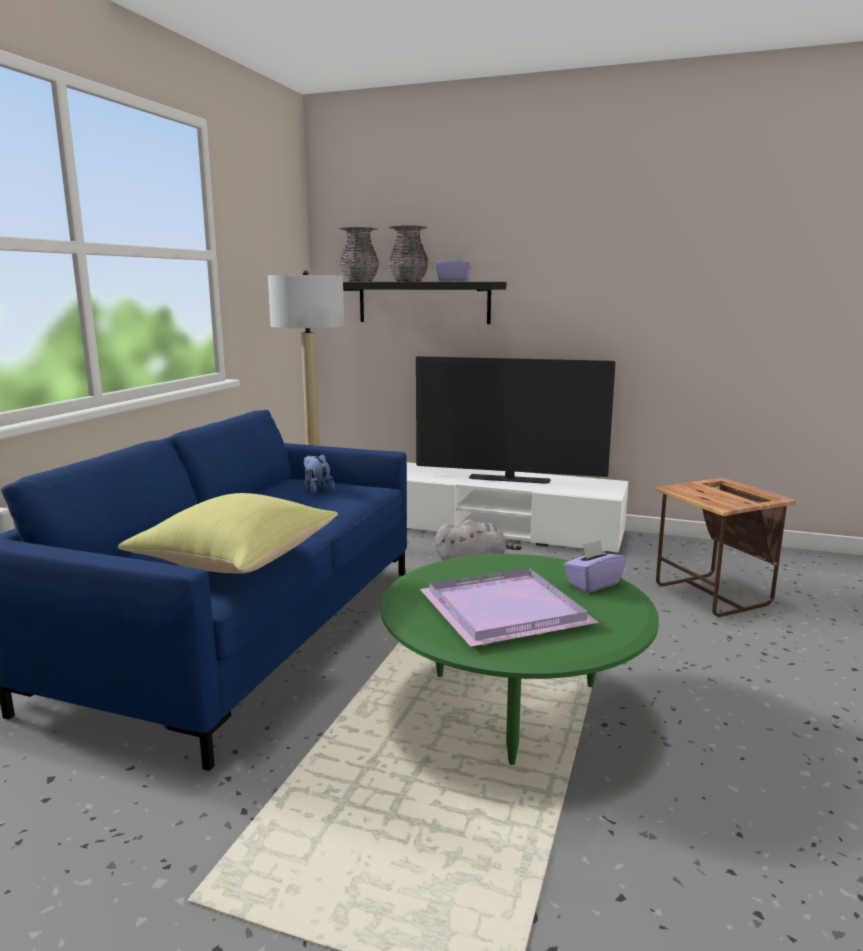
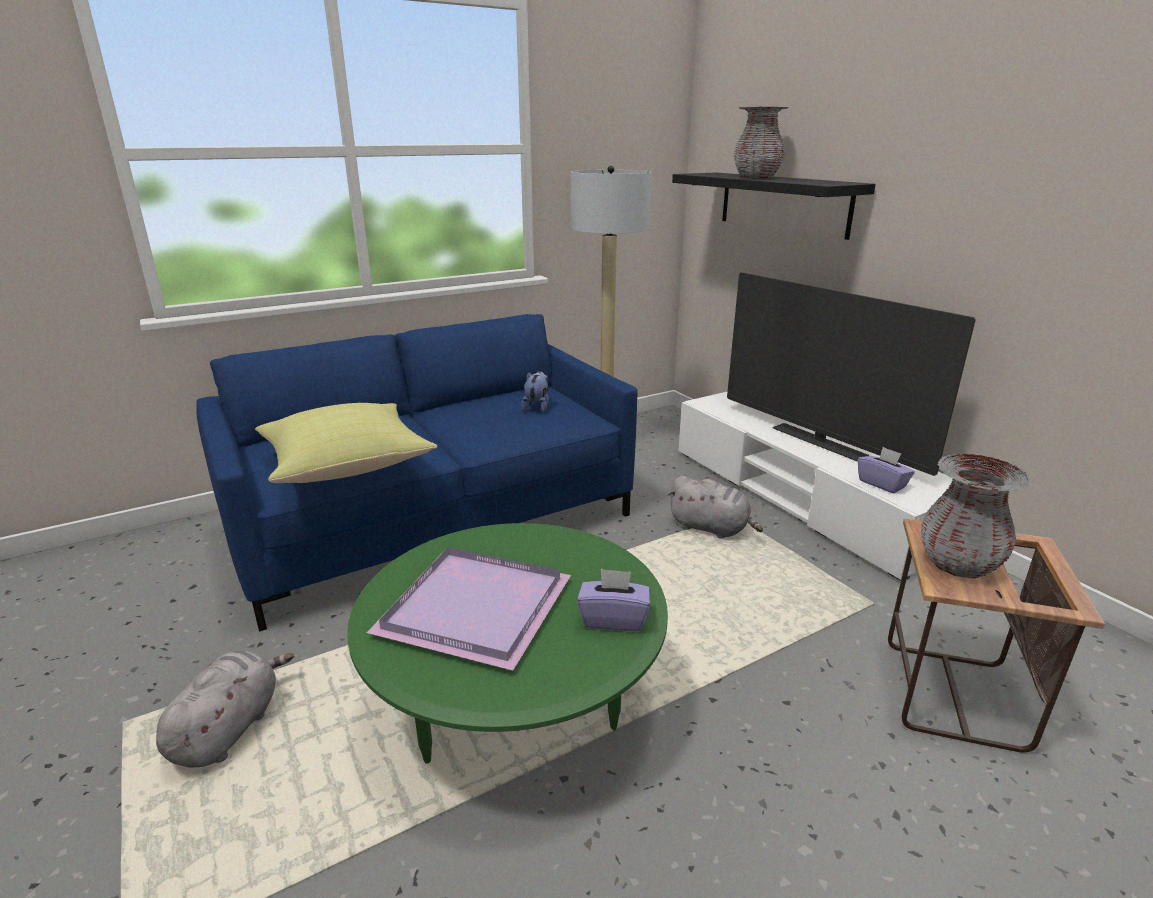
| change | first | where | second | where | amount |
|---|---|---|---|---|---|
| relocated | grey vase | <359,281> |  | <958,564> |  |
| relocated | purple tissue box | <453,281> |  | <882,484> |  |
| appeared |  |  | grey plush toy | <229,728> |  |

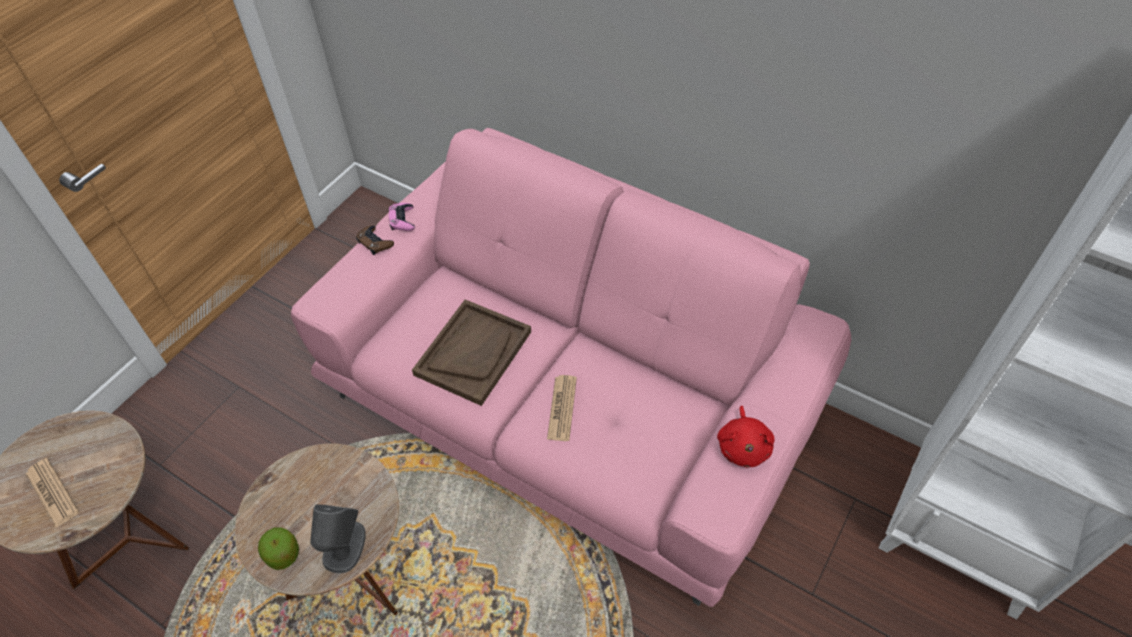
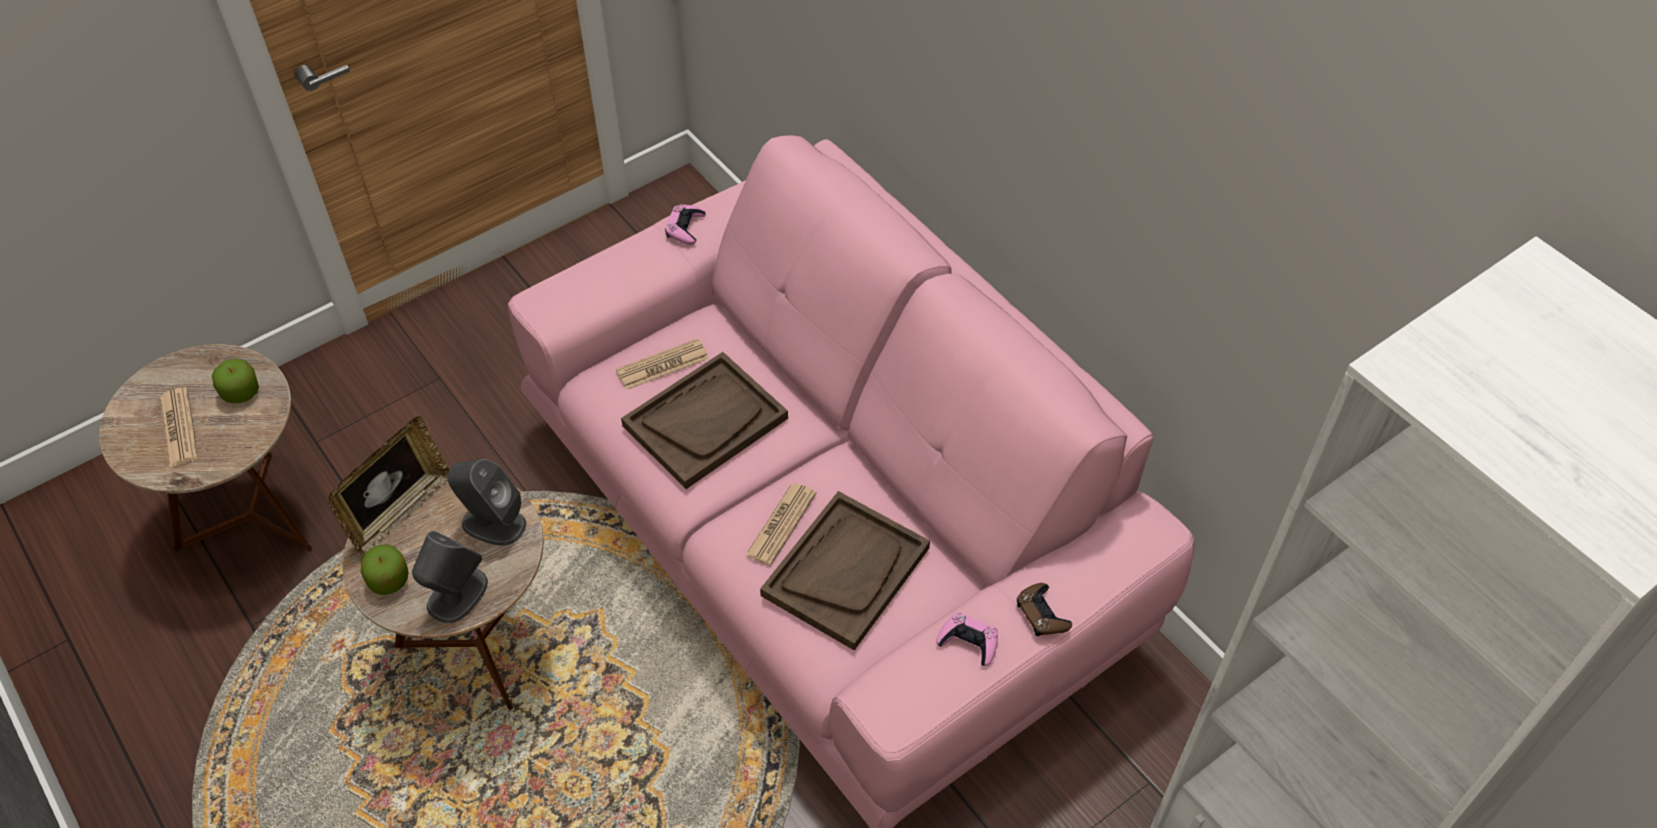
| change | first | where | second | where | amount |
|---|---|---|---|---|---|
| relocated | brown game controller | <375,243> |  | <1042,614> |  |
| exchanged | red plush toy | <743,447> | pink game controller | <968,642> |  |
| appeared |  |  | newspaper | <662,365> |  |
| appeared |  |  | apple | <241,392> |  |
| appeared |  |  | picture frame | <400,512> |  |
| appeared |  |  | grey speaker | <493,523> |  |
| appeared |  |  | brown tray | <845,571> |  |

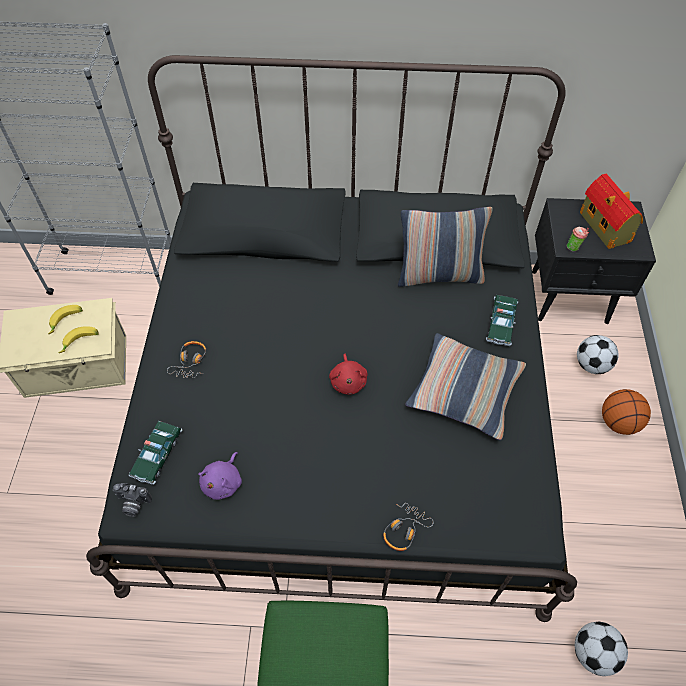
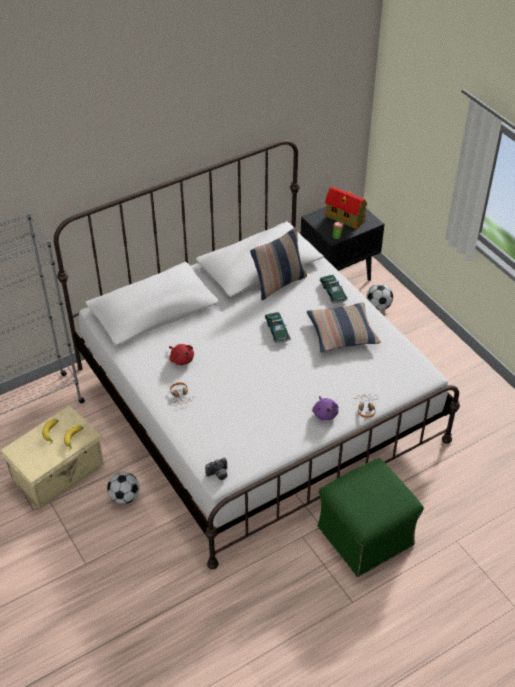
| change | first | where | second | where | amount |
|---|---|---|---|---|---|
| colour | black bed | <342,408> | white bed | <257,403> |  |
| relocated | red plush toy | <348,381> |  | <181,359> |  |
| missing | basketball | <618,422> |  |  |  |
| relocated | toy car | <157,455> |  | <277,330> |  |
| relocated | purple plush toy | <223,482> |  | <325,413> |  |
| relocated | football | <593,653> |  | <124,497> |  |

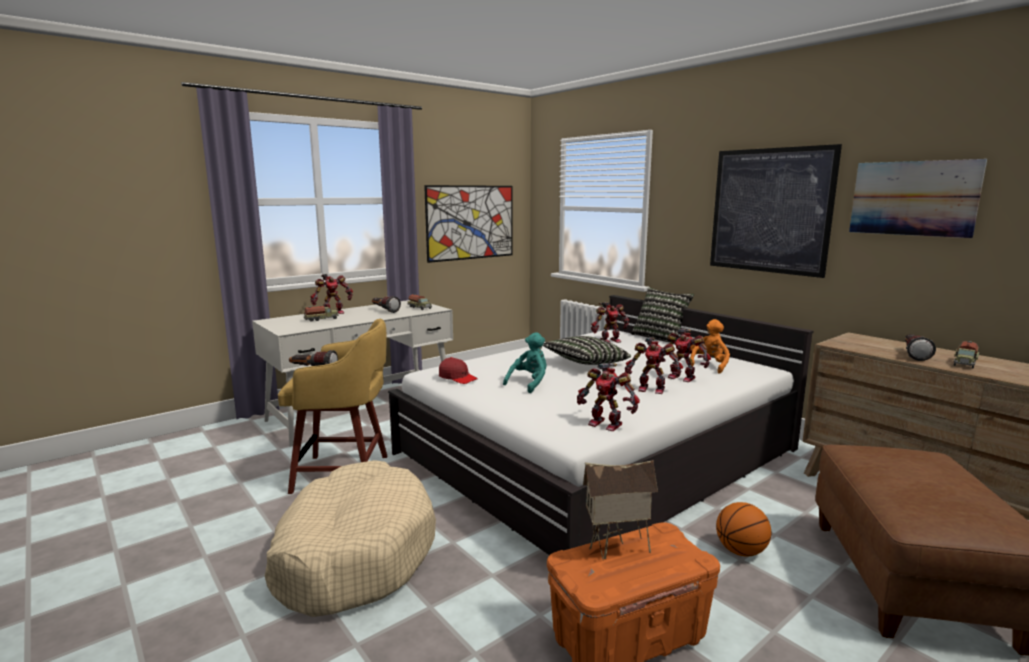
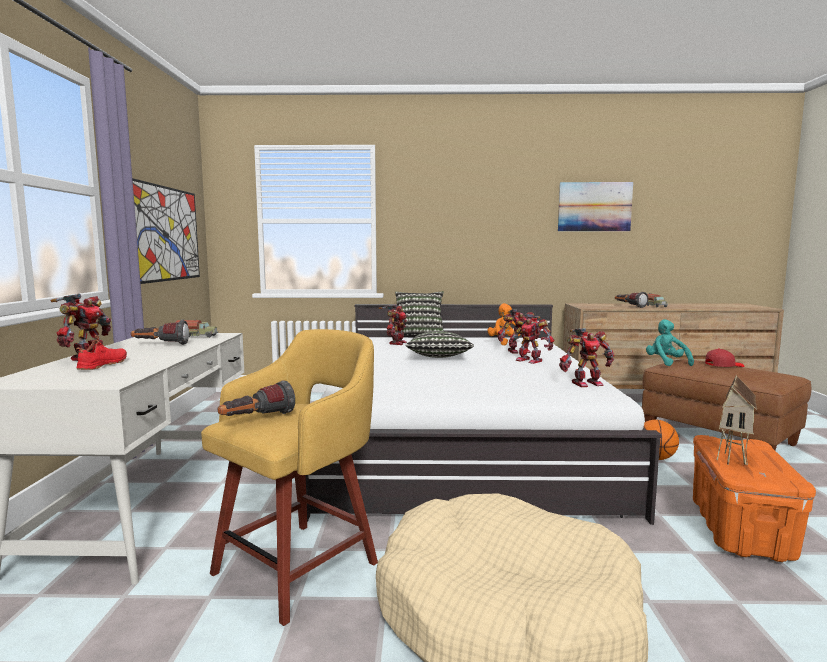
| change | first | where | second | where | amount |
|---|---|---|---|---|---|
| missing | picture | <770,211> |  |  |  |
| exchanged | toy truck | <321,319> | red shoe | <104,365> |  |
| relocated | turquoise plush toy | <529,383> |  | <666,363> |  |
| spun | toy robot | <651,389> |  | <530,360> | 75 degrees clockwise |
| relocated | red cap | <457,377> |  | <723,365> |  |

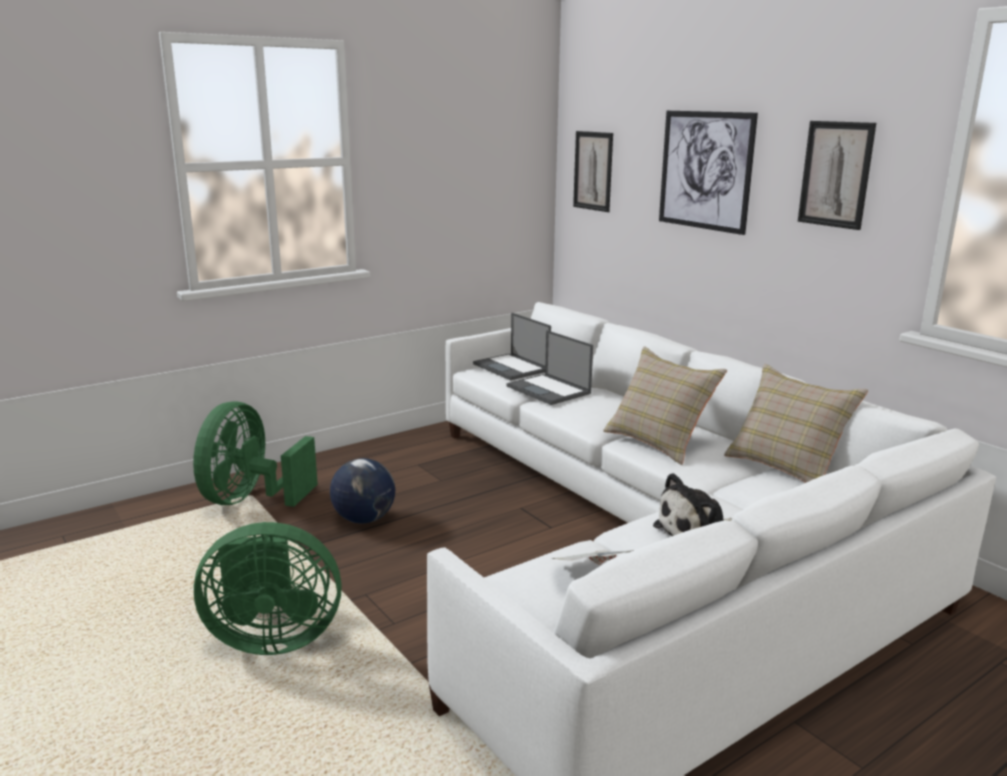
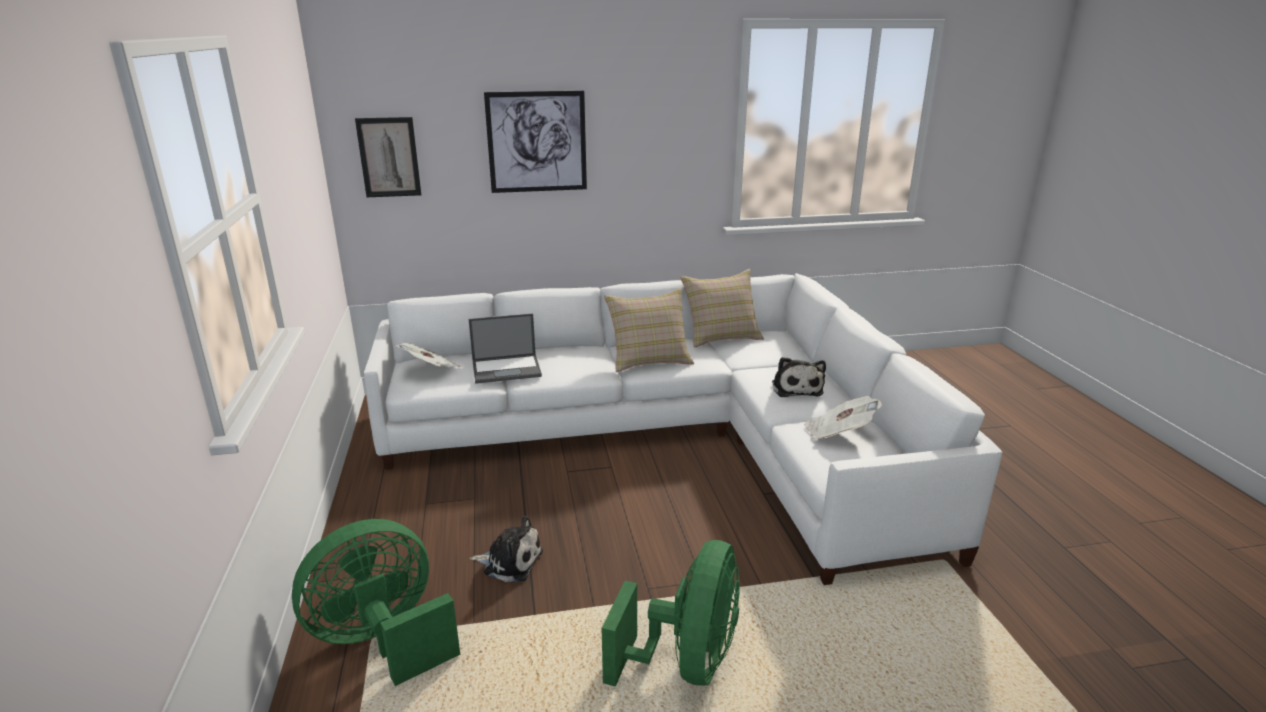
| change | first | where | second | where | amount |
|---|---|---|---|---|---|
| missing | picture | <835,174> |  |  |  |
| exchanged | laptop | <512,367> | newspaper | <431,370> |  |
| spun | green fan | <250,499> |  | <383,640> | 105 degrees clockwise |
| exchanged | globe | <364,519> | plush toy | <510,561> |  |

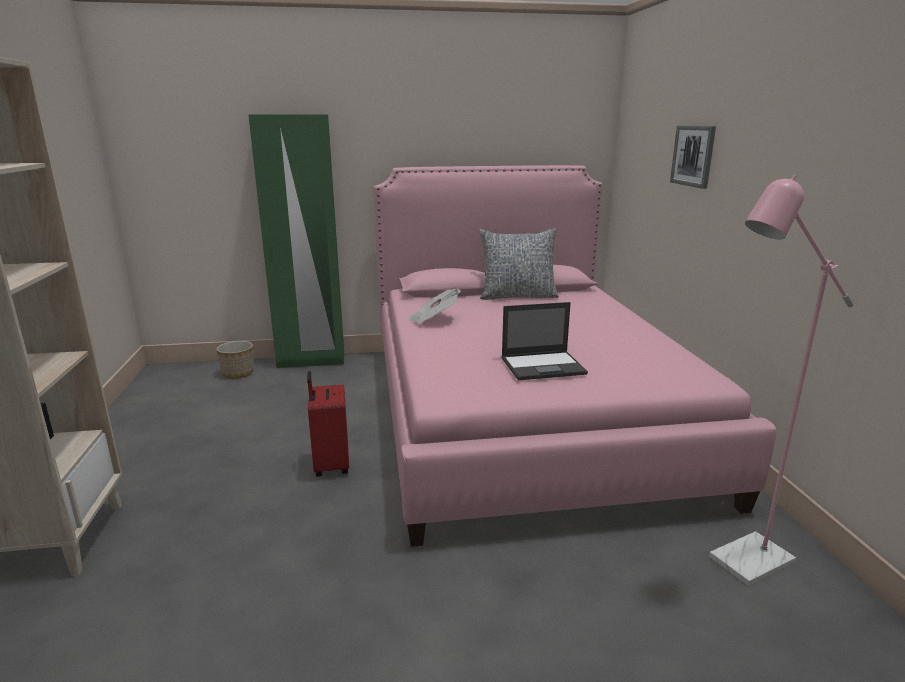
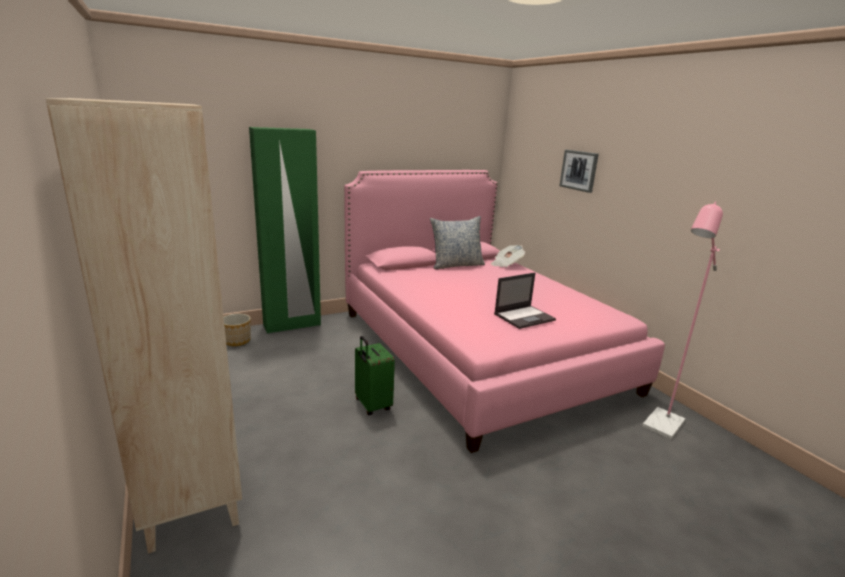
| change | first | where | second | where | amount |
|---|---|---|---|---|---|
| relocated | newspaper | <433,319> |  | <506,264> |  |
| colour | red suitcase | <330,465> | green suitcase | <372,405> |  |

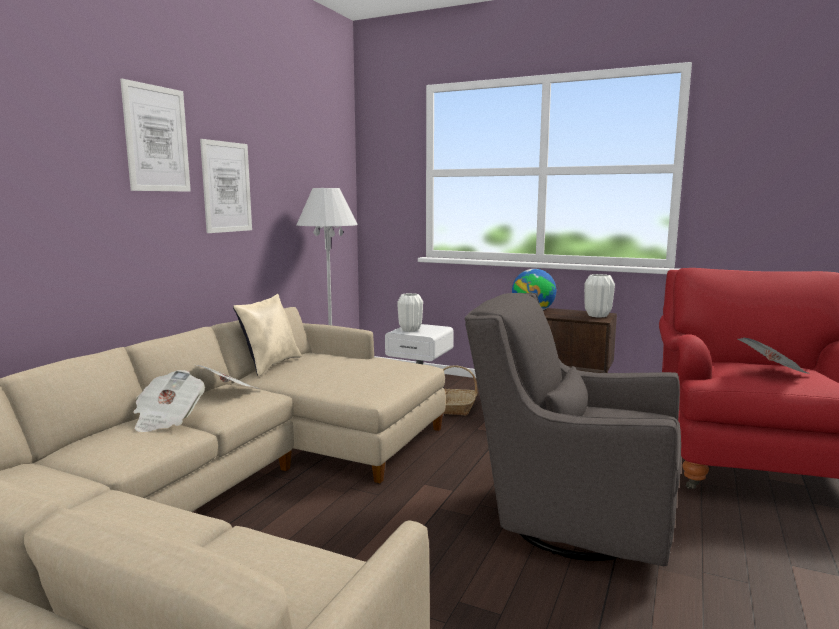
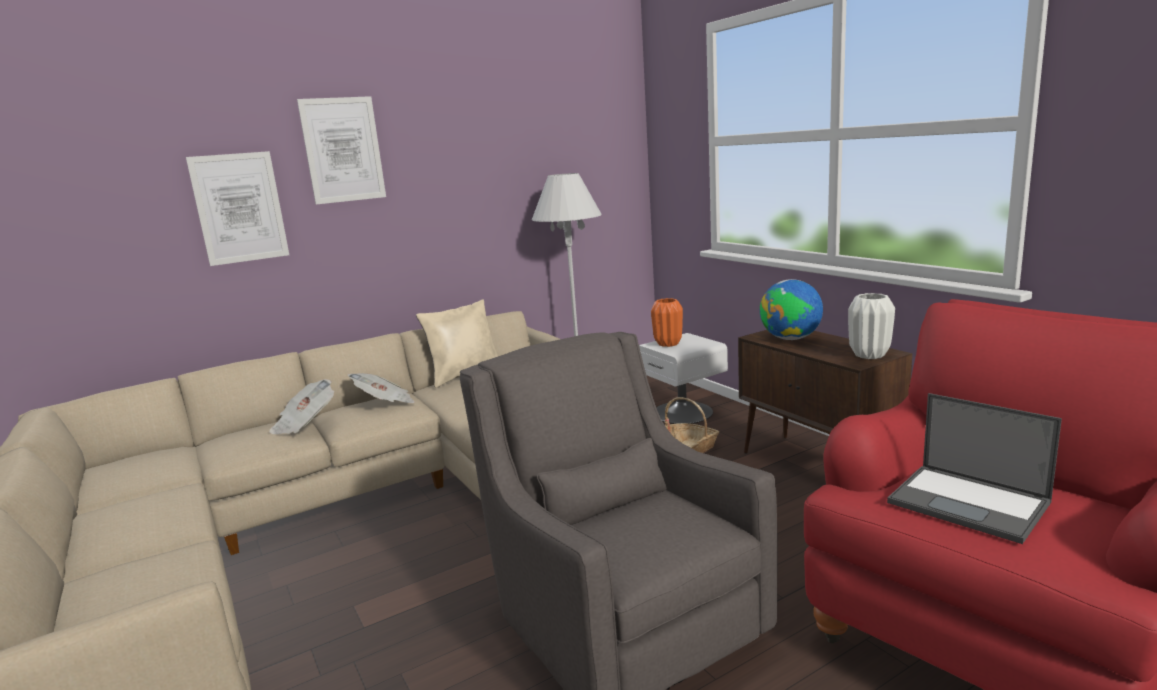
| change | first | where | second | where | amount |
|---|---|---|---|---|---|
| relocated | picture | <226,187> |  | <239,208> |  |
| colour | white vase | <410,330> | orange vase | <668,344> |  |
| exchanged | newspaper | <772,372> | laptop | <970,503> |  |

